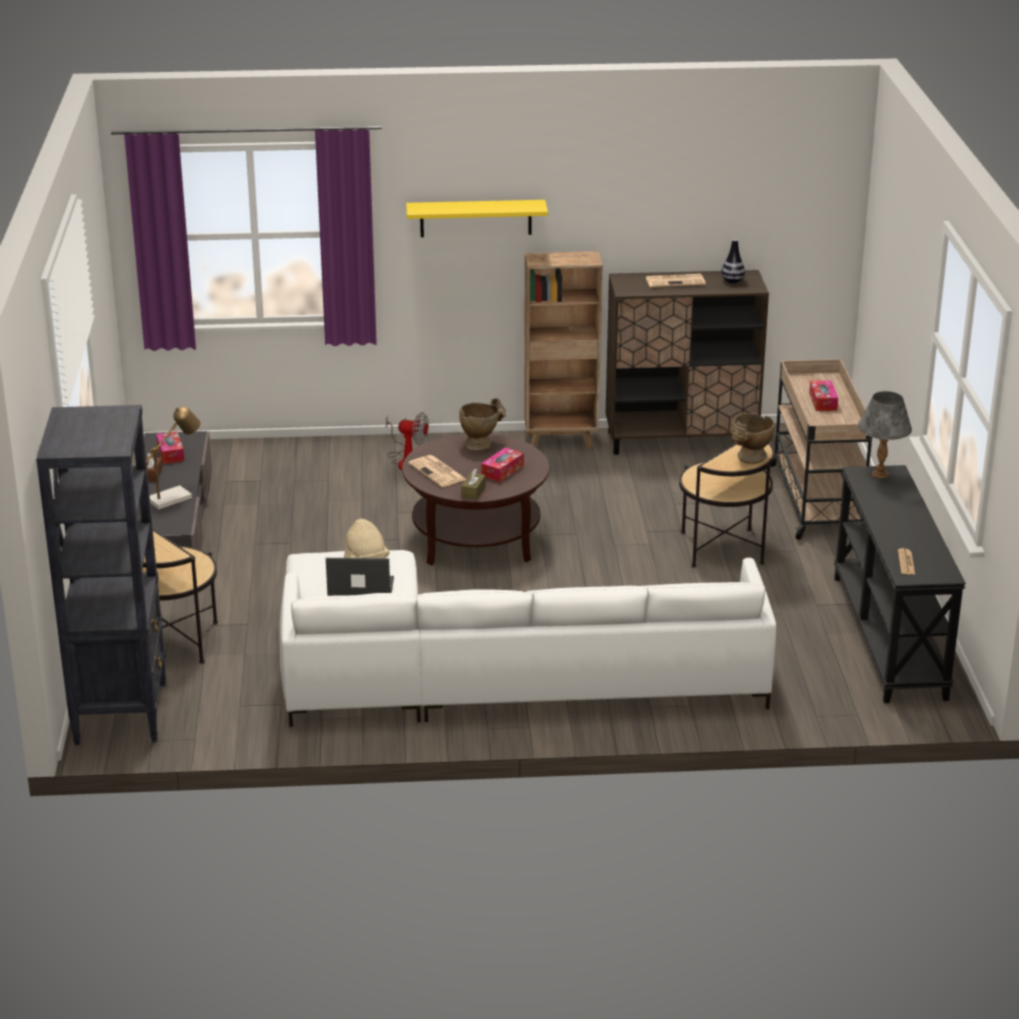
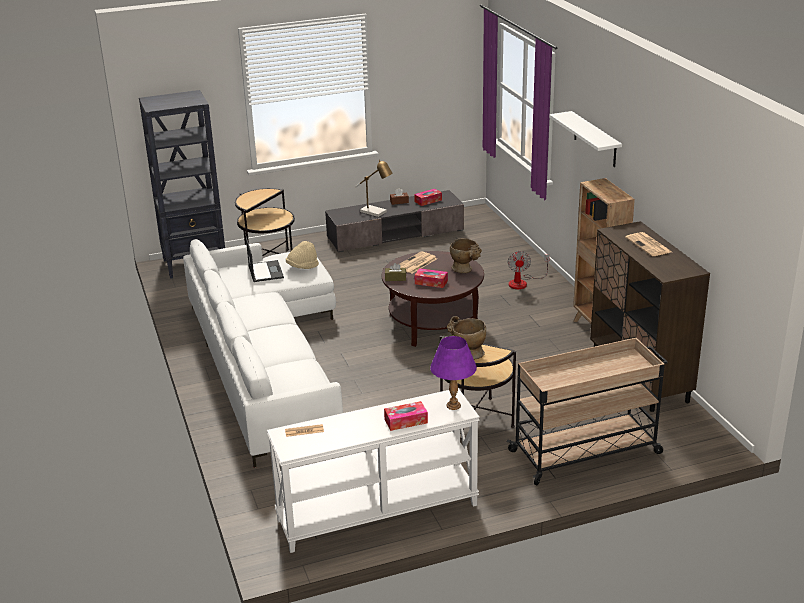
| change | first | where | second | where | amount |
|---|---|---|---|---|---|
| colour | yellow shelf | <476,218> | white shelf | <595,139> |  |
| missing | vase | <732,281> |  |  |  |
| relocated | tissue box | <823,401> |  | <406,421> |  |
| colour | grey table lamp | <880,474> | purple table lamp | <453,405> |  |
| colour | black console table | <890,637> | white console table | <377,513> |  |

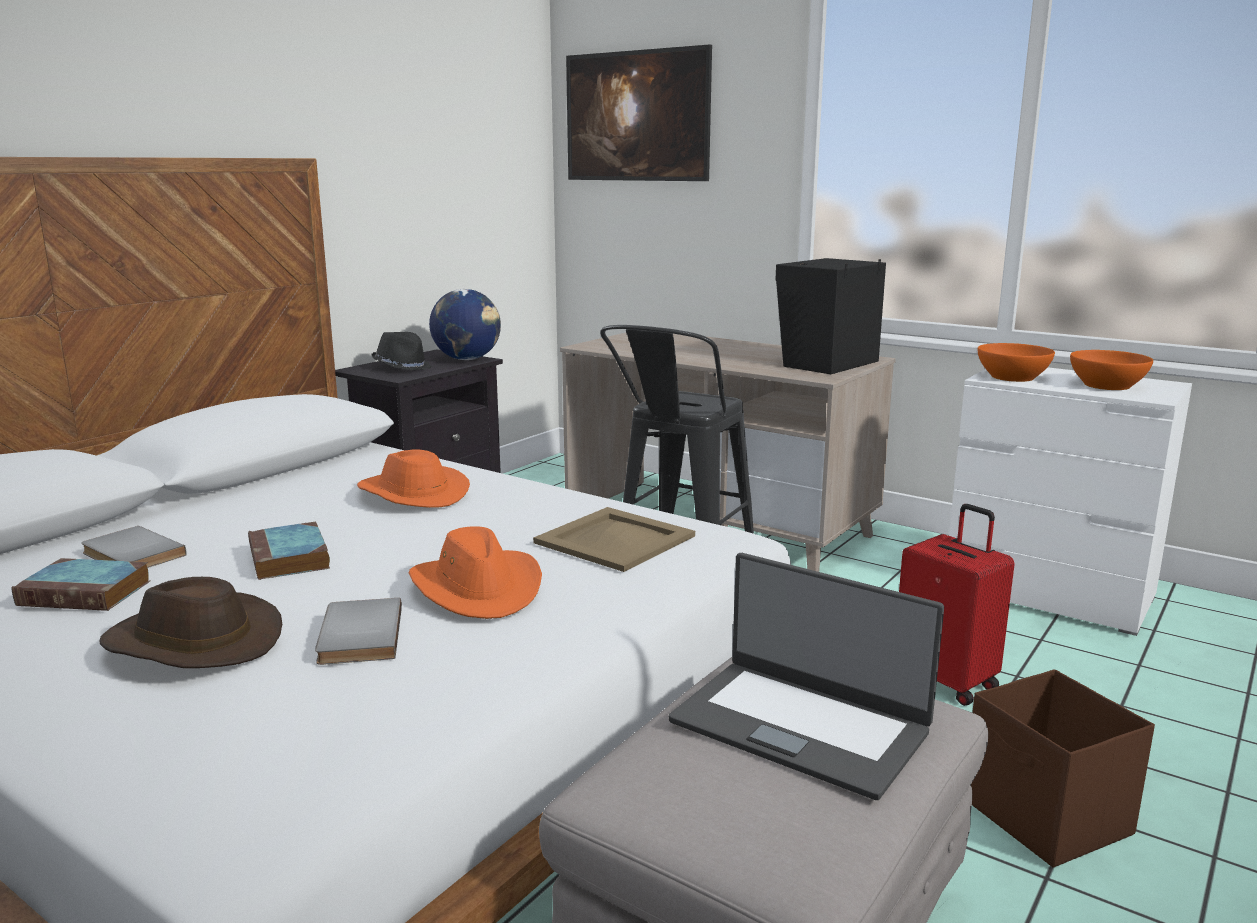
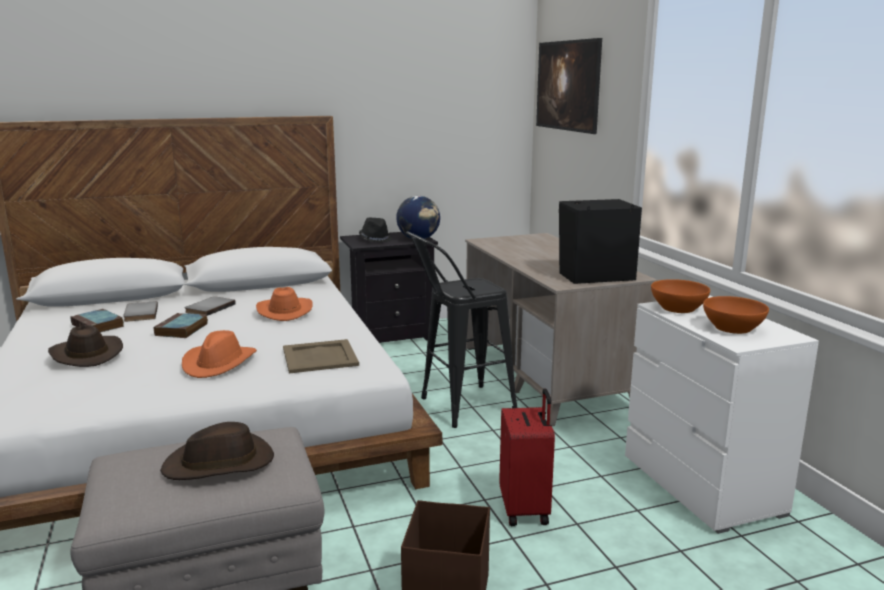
| change | first | where | second | where | amount |
|---|---|---|---|---|---|
| exchanged | laptop | <800,725> | brown hat | <220,464> |  |
| relocated | grey book | <356,635> |  | <209,308> |  |

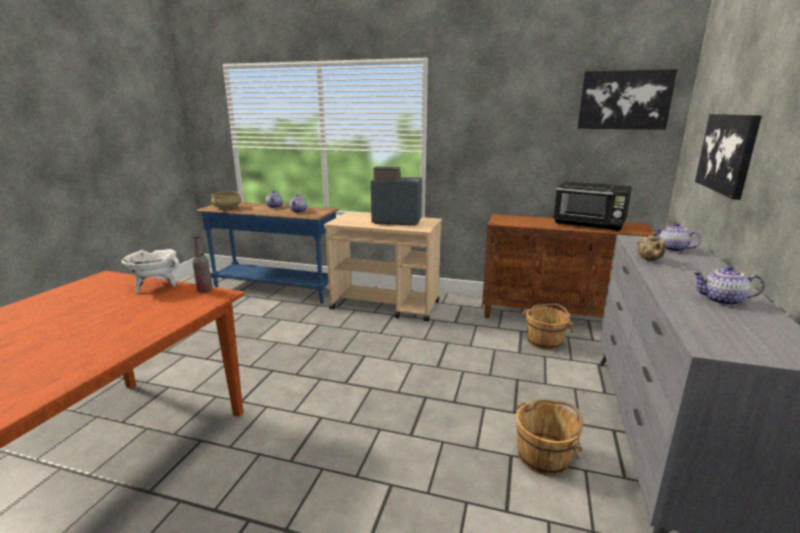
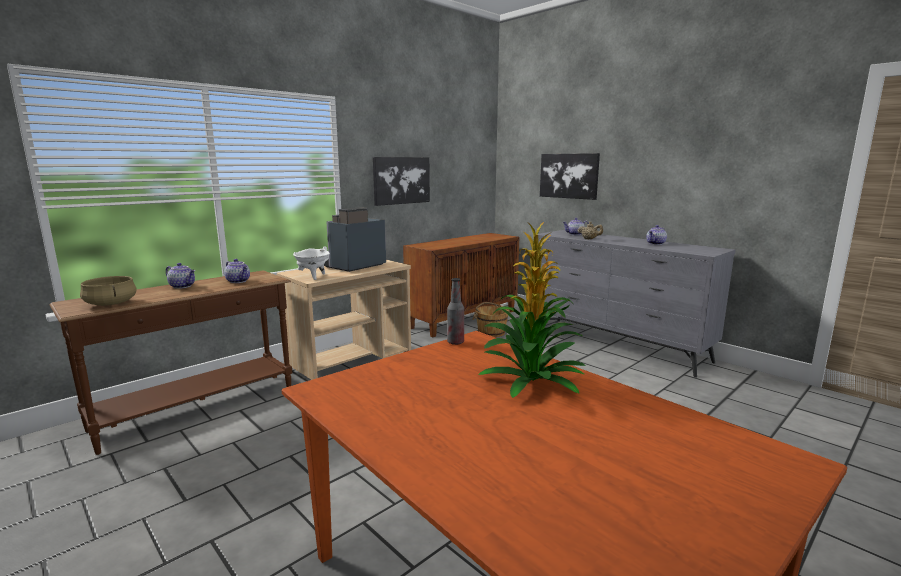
| change | first | where | second | where | amount |
|---|---|---|---|---|---|
| relocated | picture | <624,100> |  | <401,180> |  |
| missing | black microwave | <589,225> |  |  |  |
| colour | blue console table | <275,290> | brown console table | <197,409> |  |
| relocated | white cooking pot | <156,286> |  | <313,277> |  |
| missing | brown bucket | <544,456> |  |  |  |
| appeared |  |  | potted plant | <531,381> |  |

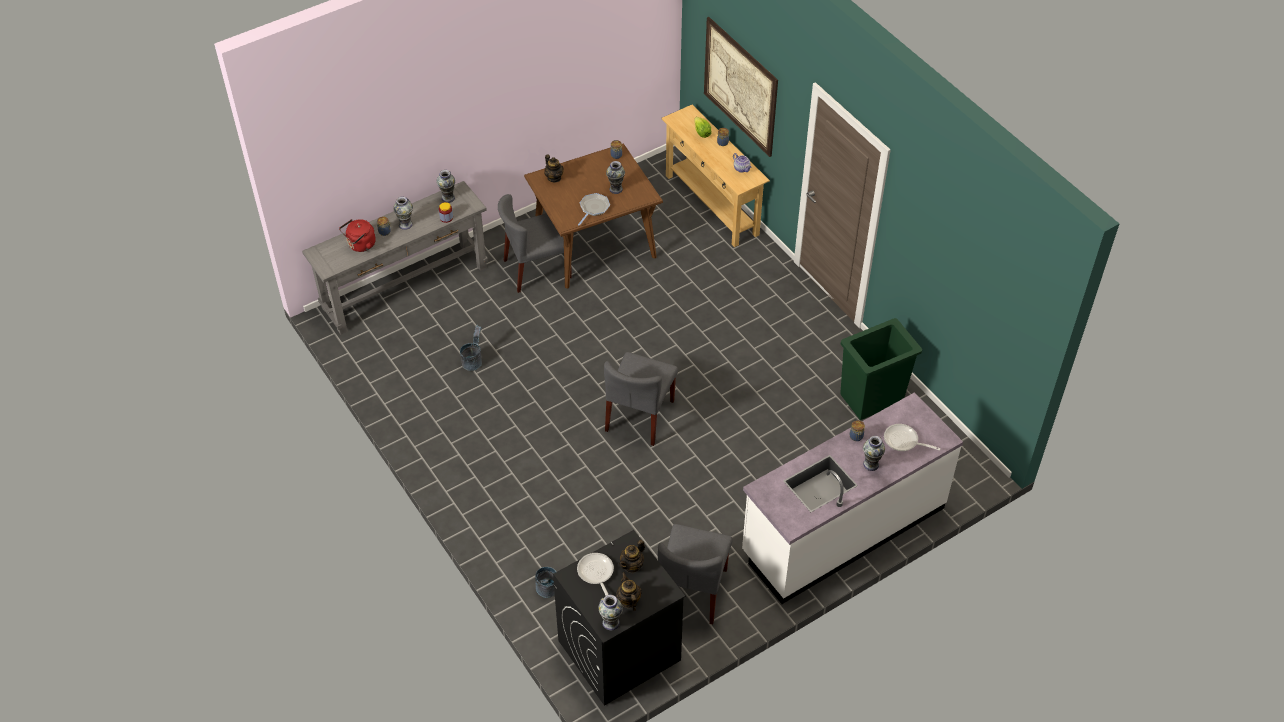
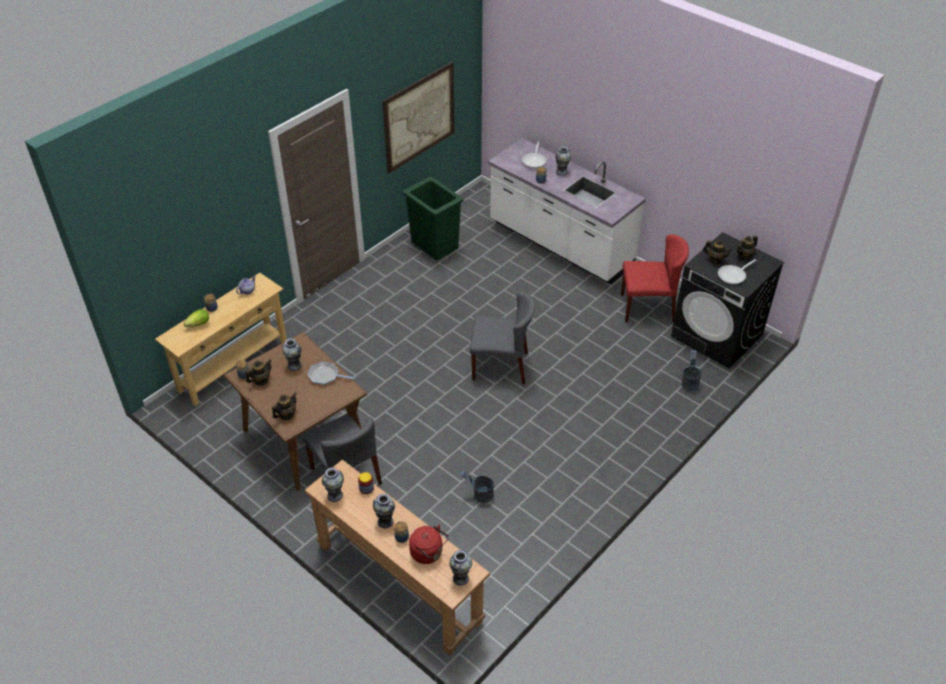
| change | first | where | second | where | amount |
|---|---|---|---|---|---|
| relocated | picture | <740,86> |  | <419,117> |  |
| colour | grey console table | <405,287> | brown console table | <399,583> |  |
| colour | grey chair | <692,591> | red chair | <648,307> |  |
| relocated | vase | <611,622> |  | <460,578> |  |
| appeared |  |  | teapot | <261,380> |  |

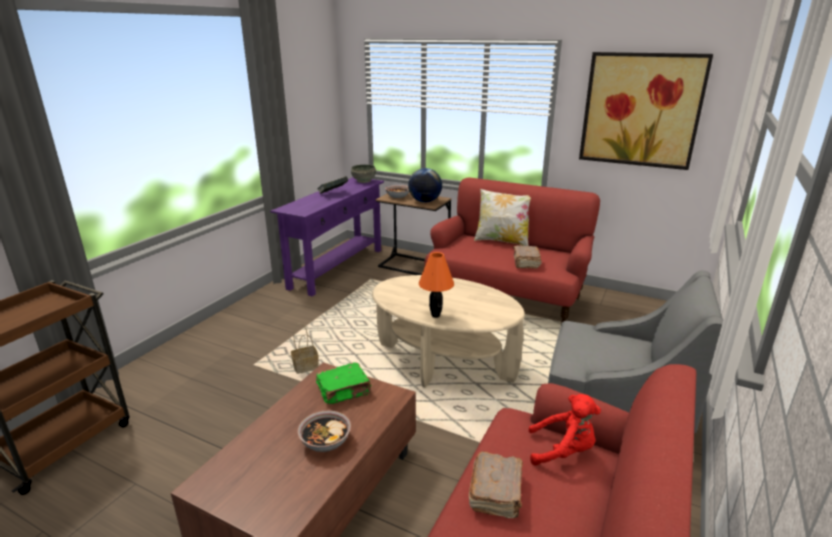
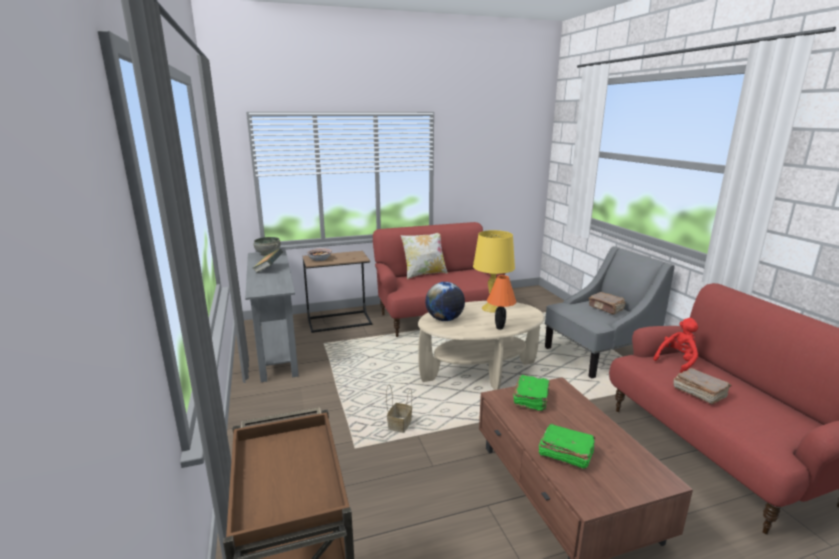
| change | first | where | second | where | amount |
|---|---|---|---|---|---|
| missing | picture | <641,110> |  |  |  |
| relocated | globe | <425,201> |  | <444,319> |  |
| colour | purple console table | <336,268> | grey console table | <276,347> |  |
| relocated | brown book | <526,262> |  | <606,308> |  |
| missing | bowl | <325,441> |  |  |  |
| appeared |  |  | yellow table lamp | <491,308> |  |
| appeared |  |  | green book | <565,454> |  |

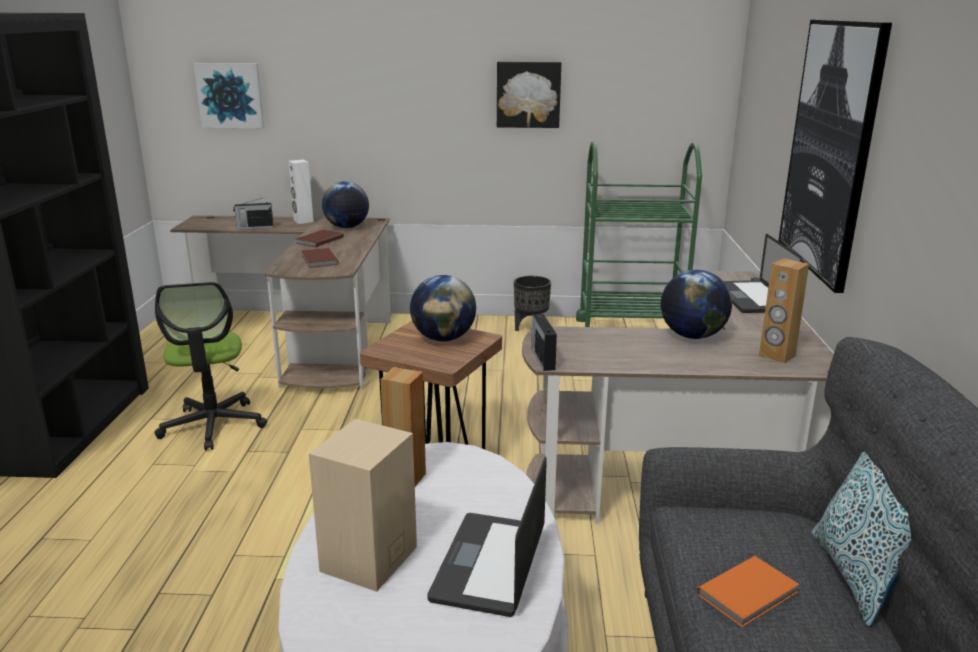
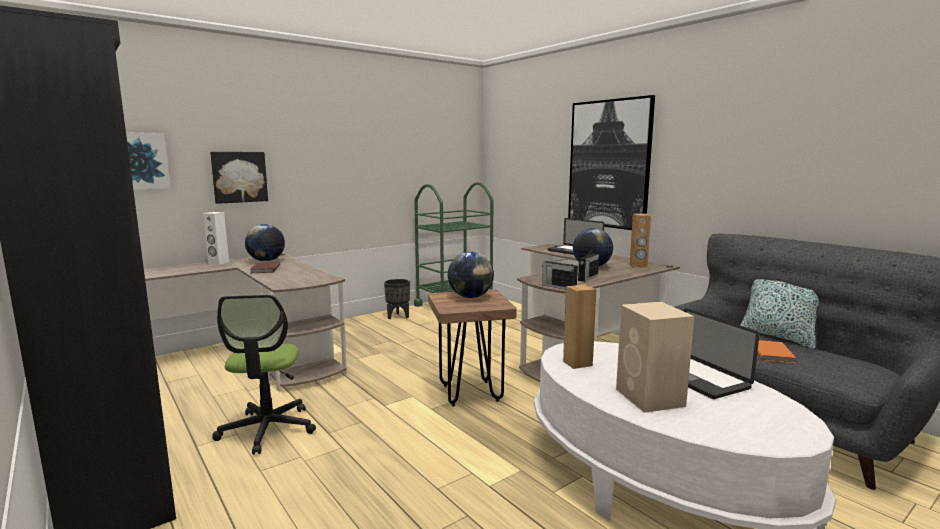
| change | first | where | second | where | amount |
|---|---|---|---|---|---|
| relocated | picture | <528,94> |  | <239,177> |  |
| relocated | radio | <254,227> |  | <587,278> |  |
| missing | brown book | <318,260> |  |  |  |
| spun | office chair | <213,425> |  | <267,429> | 45 degrees clockwise |

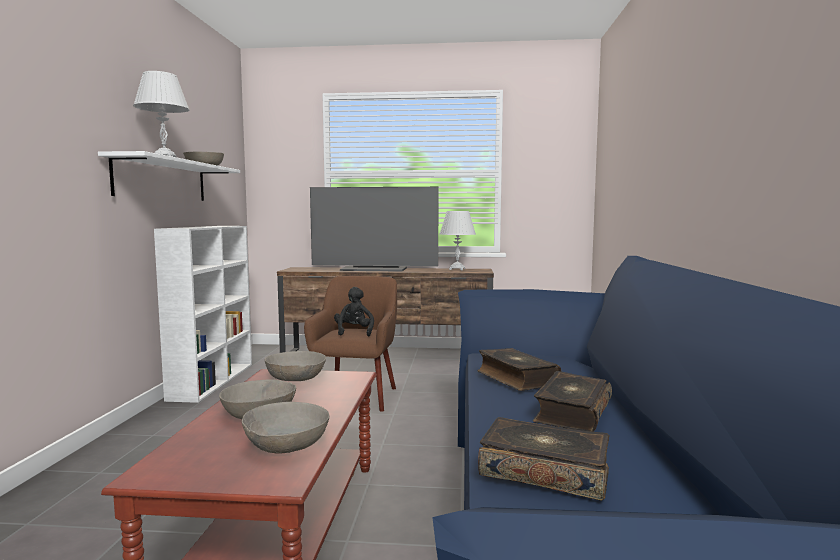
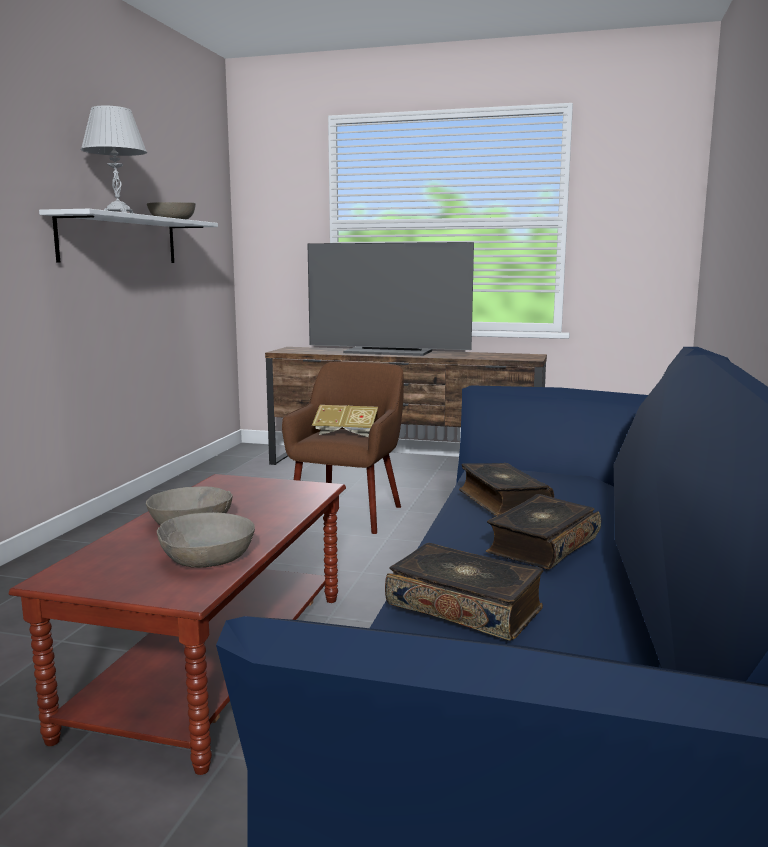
| change | first | where | second | where | amount |
|---|---|---|---|---|---|
| missing | white table lamp | <457,269> |  |  |  |
| missing | white bookcase | <213,380> |  |  |  |
| exchanged | black plush toy | <354,332> | book | <346,433> |  |
| missing | grey bowl | <296,377> |  |  |  |

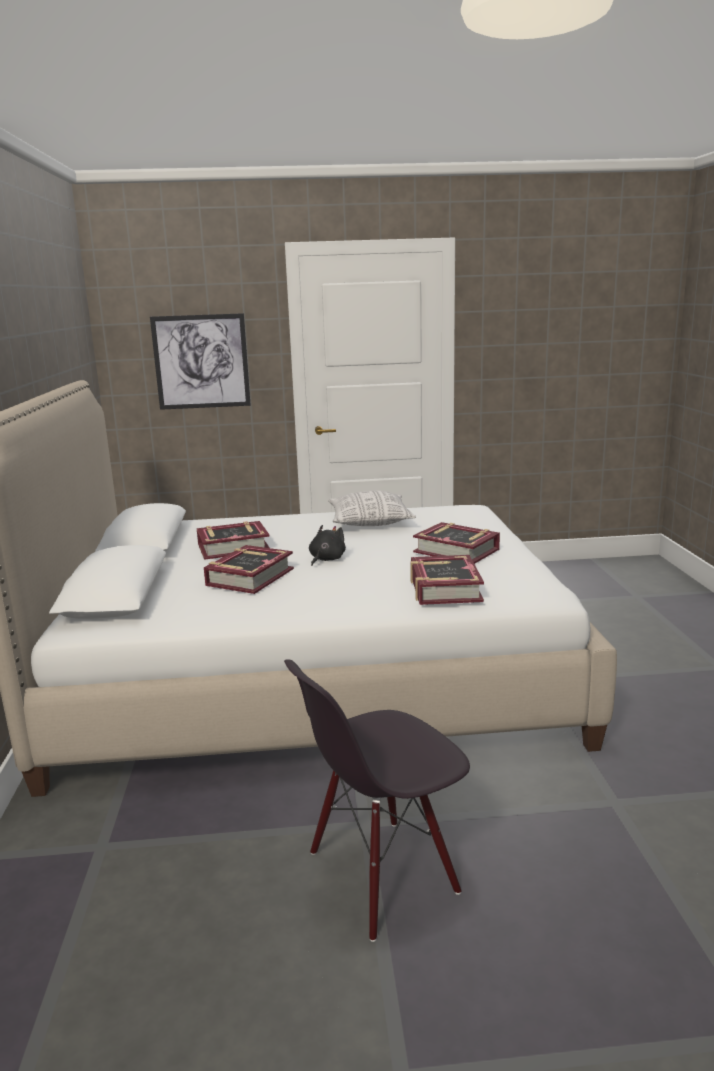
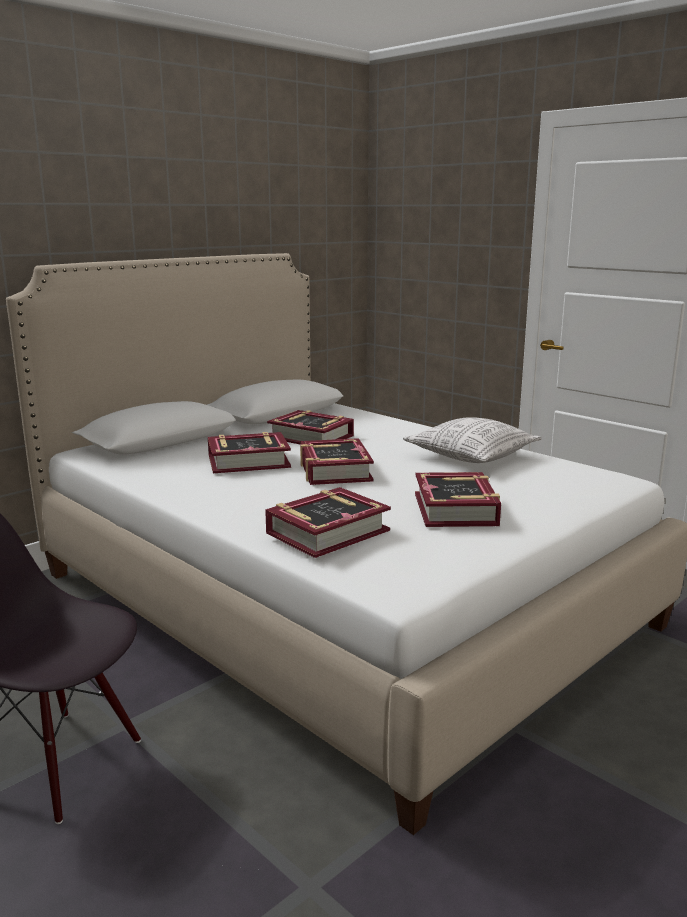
| change | first | where | second | where | amount |
|---|---|---|---|---|---|
| missing | picture | <201,362> |  |  |  |
| exchanged | black plush toy | <326,559> | book | <334,470> |  |

